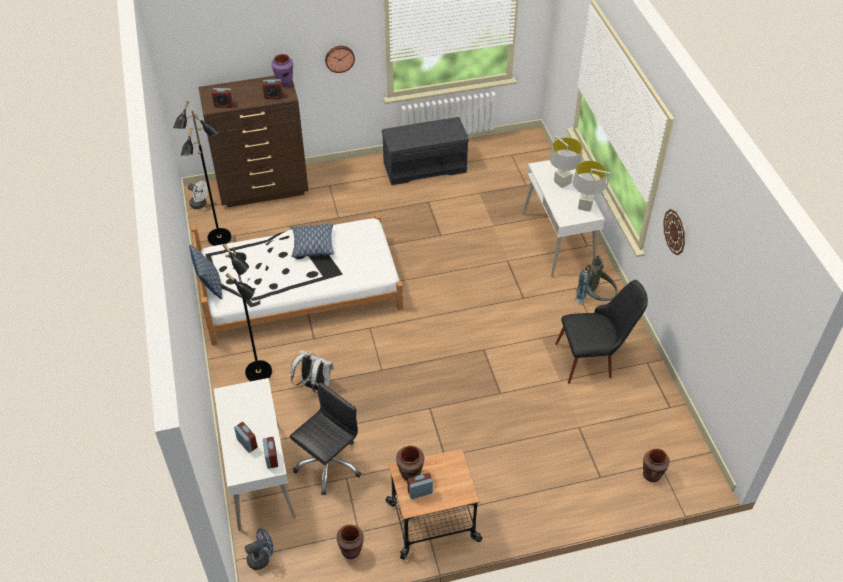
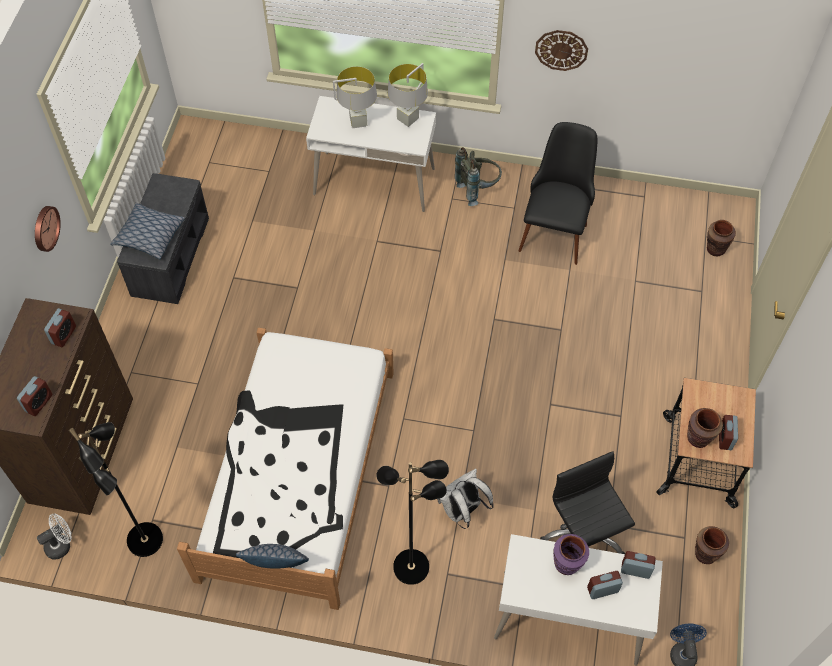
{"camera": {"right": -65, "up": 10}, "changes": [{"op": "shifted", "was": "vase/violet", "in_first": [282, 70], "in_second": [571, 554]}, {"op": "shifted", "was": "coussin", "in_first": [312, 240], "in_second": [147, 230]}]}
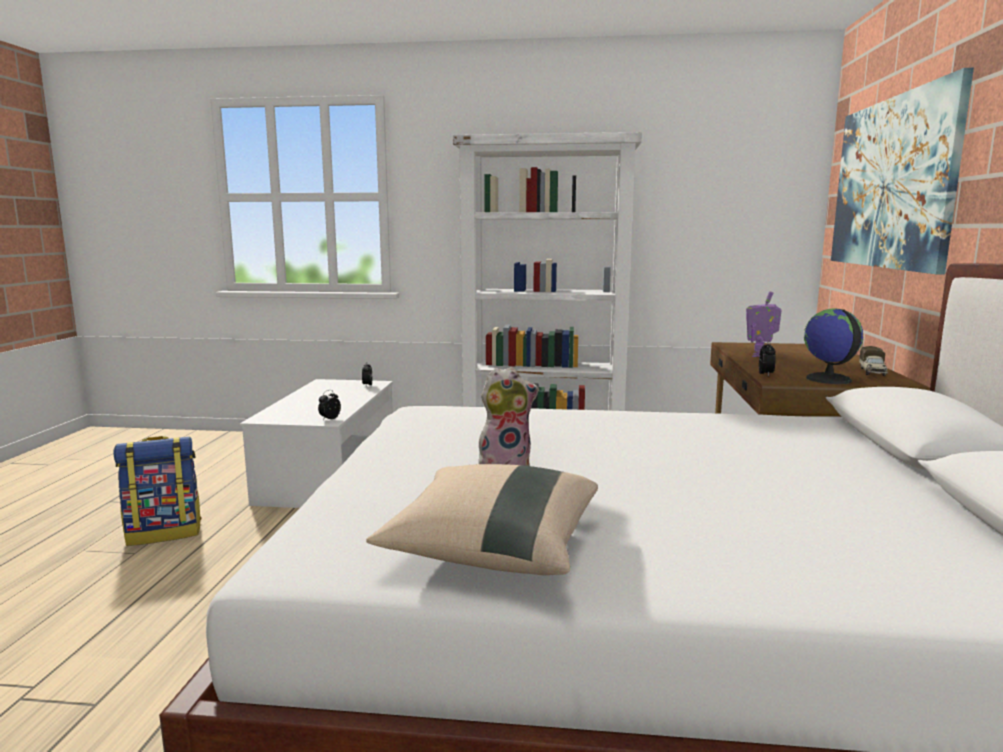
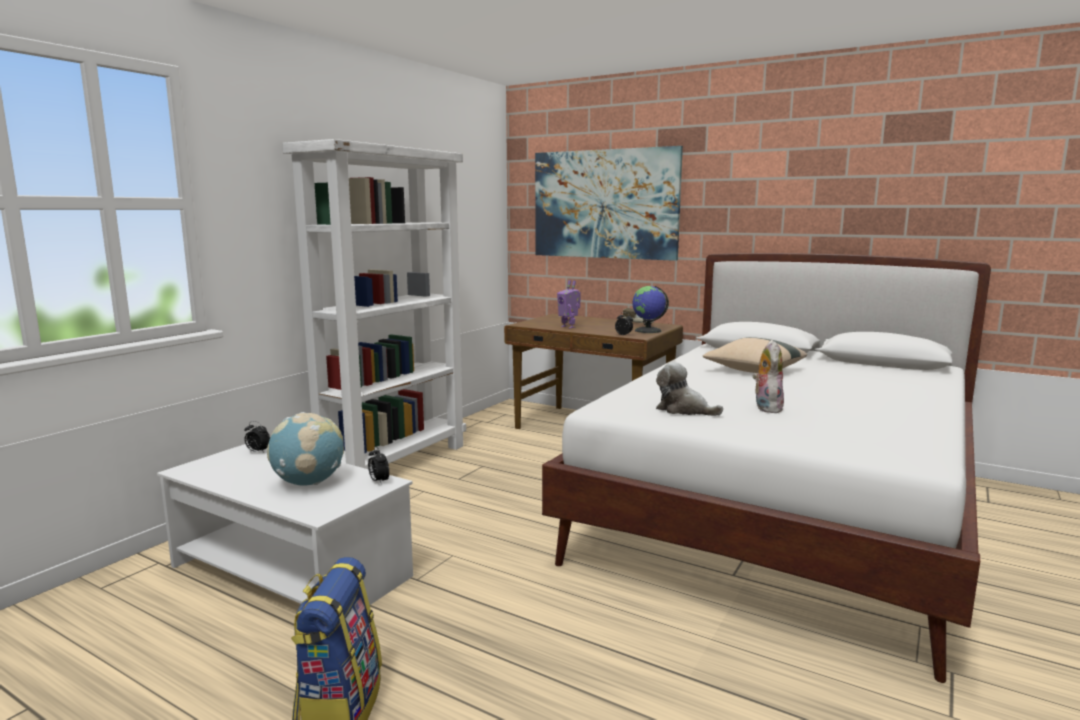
{"camera": {"right": -65, "up": 0}, "changes": [{"op": "new", "now": "globe", "in_second": [305, 449]}, {"op": "new", "now": "peluche", "in_second": [689, 389]}, {"op": "shifted", "was": "coussin/beige", "in_first": [482, 519], "in_second": [755, 355]}]}
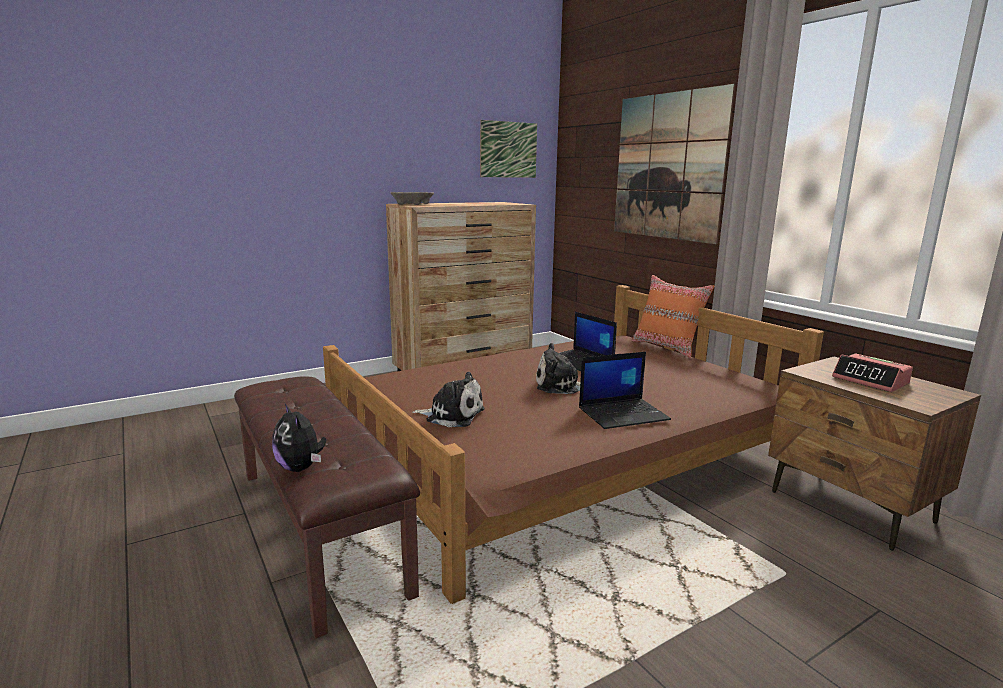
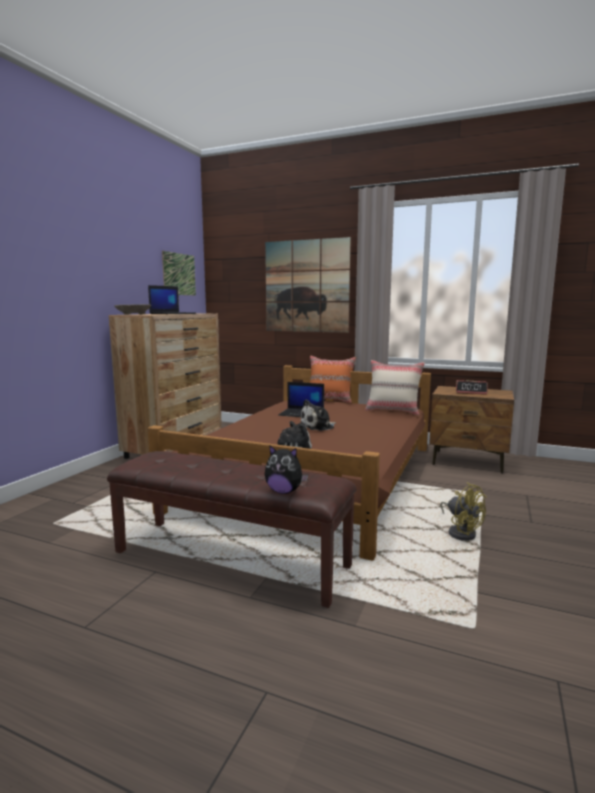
{"camera": {"right": -35, "up": -5}, "changes": [{"op": "new", "now": "coussin/beige", "in_second": [395, 387]}, {"op": "new", "now": "ventilateur/jaune", "in_second": [463, 511]}, {"op": "shifted", "was": "ordinateur portable", "in_first": [625, 390], "in_second": [172, 299]}]}
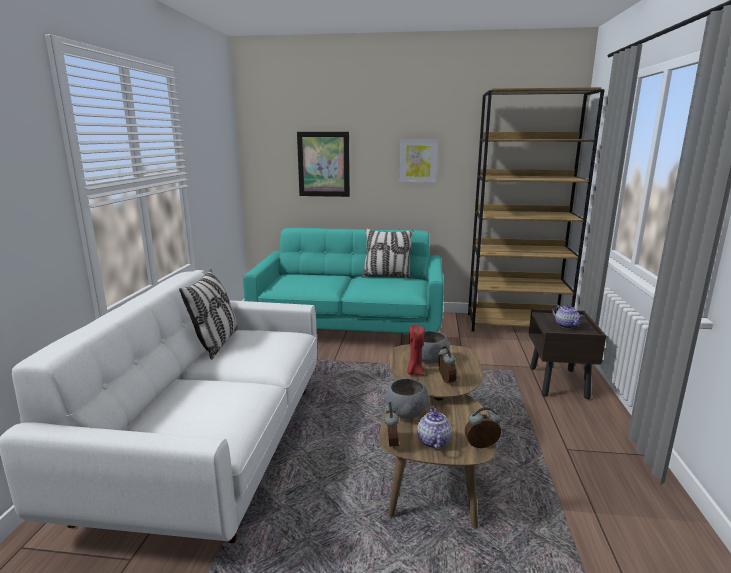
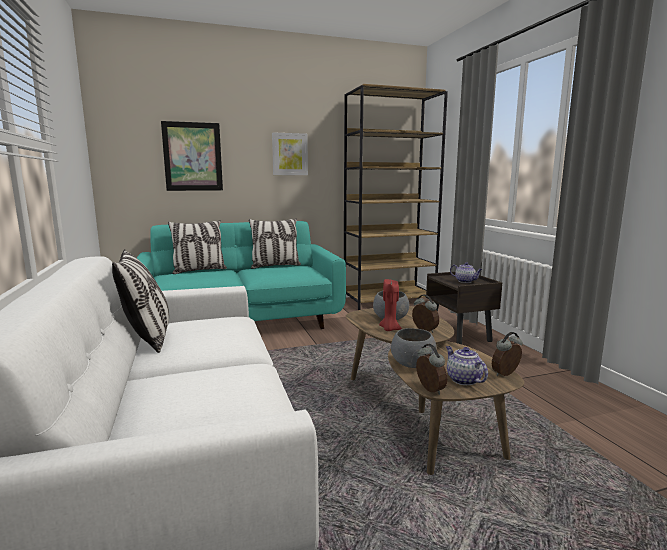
{"camera": {"right": -25, "up": -5}, "changes": [{"op": "new", "now": "coussin", "in_second": [197, 247]}]}
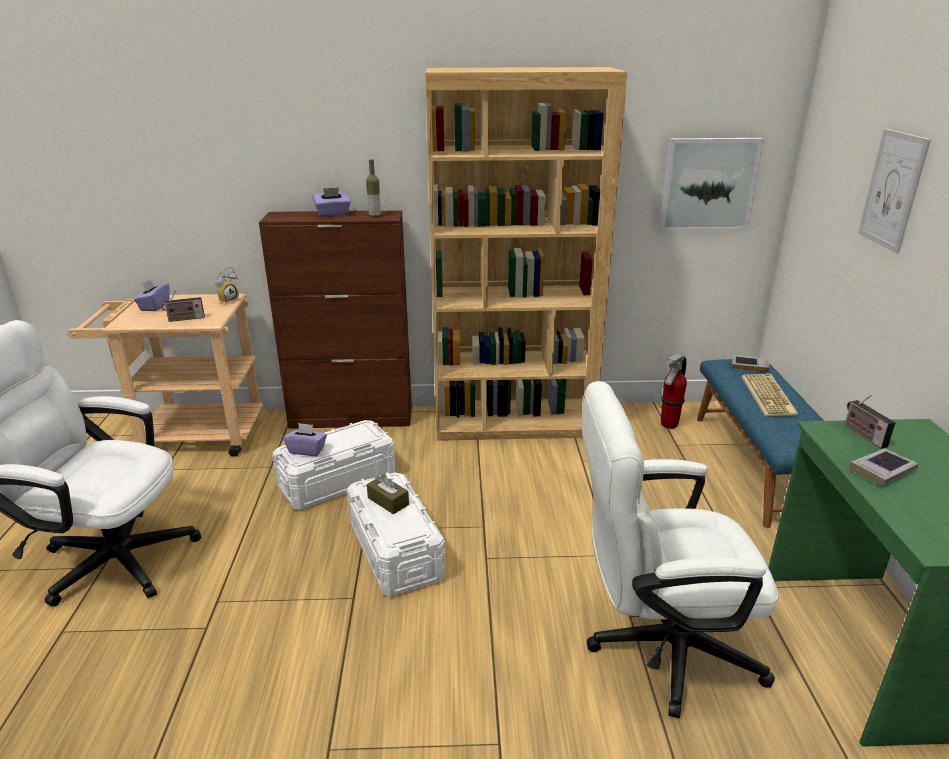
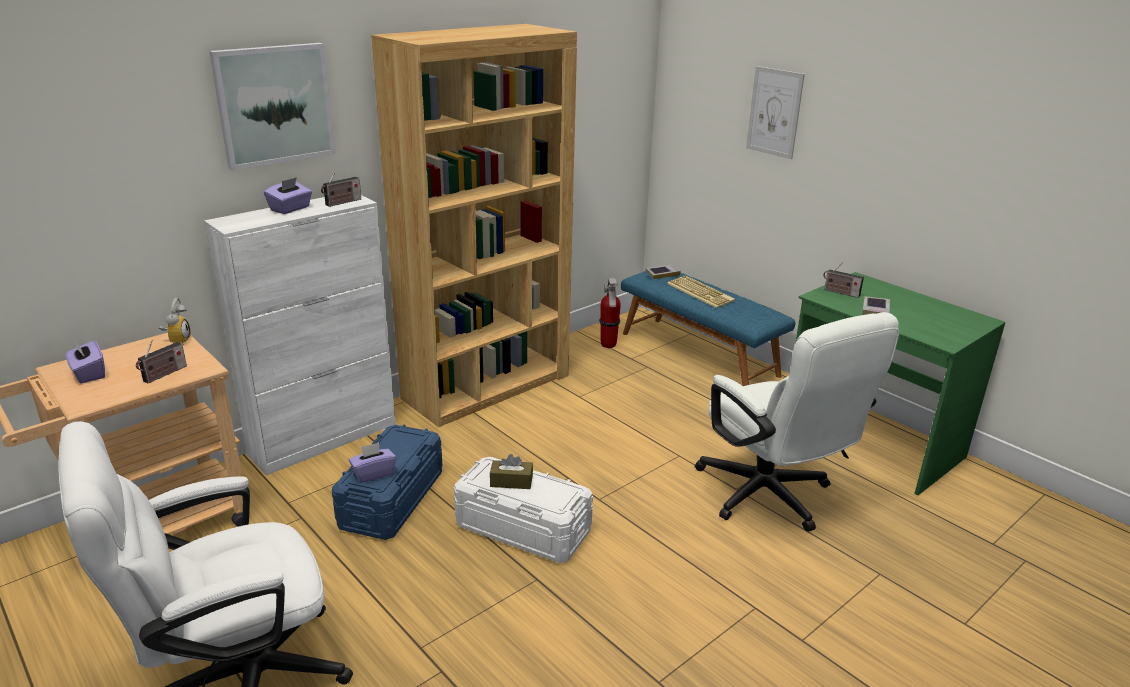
{"camera": {"right": -40, "up": 0}, "changes": [{"op": "shifted", "was": "tableau", "in_first": [711, 185], "in_second": [272, 107]}, {"op": "swapped", "was": "bouteille", "now": "radio", "in_first": [373, 189], "in_second": [341, 188]}, {"op": "repainted", "was": "meuble de rangement/marron", "now": "meuble de rangement/blanc", "in_first": [335, 319], "in_second": [300, 335]}, {"op": "repainted", "was": "boîte de rangement/blanc", "now": "boîte de rangement/bleu", "in_first": [333, 465], "in_second": [387, 482]}, {"op": "rotated", "was": "chaise de bureau/blanc", "in_first": [680, 549], "in_second": [797, 421], "clockwise": -75}]}
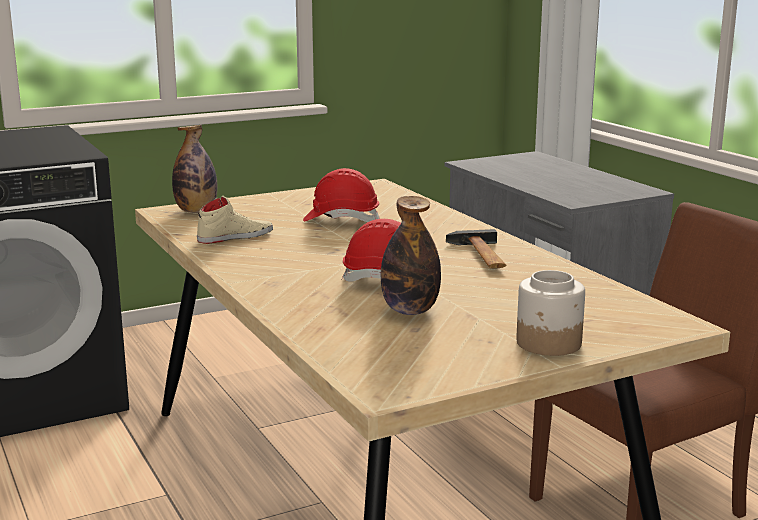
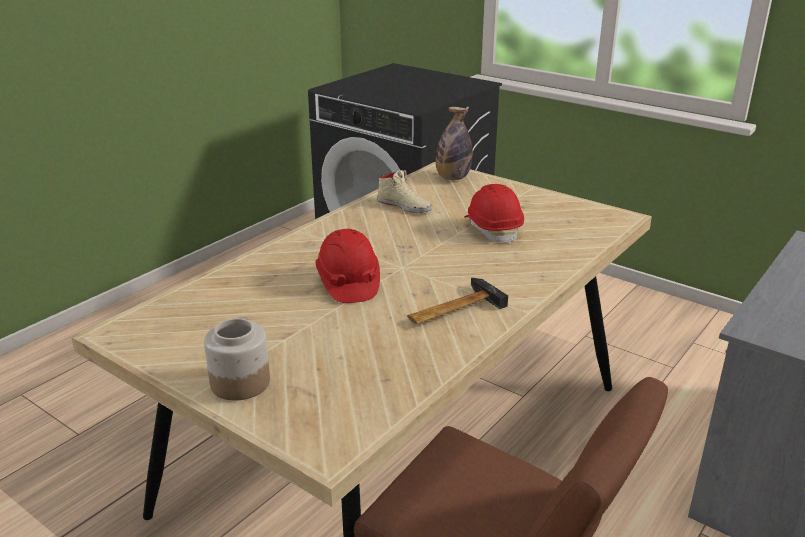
{"camera": {"right": 65, "up": 10}, "changes": [{"op": "gone", "was": "bouteille", "in_first": [411, 255]}]}
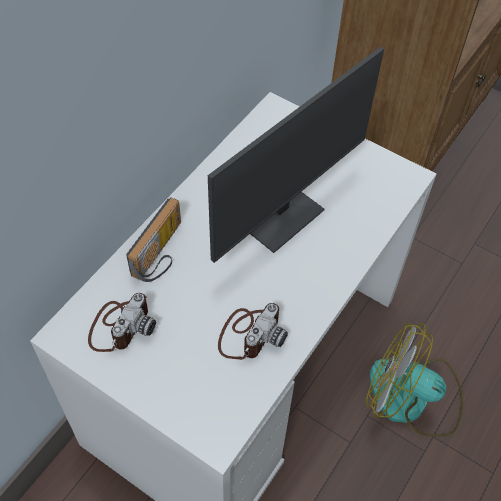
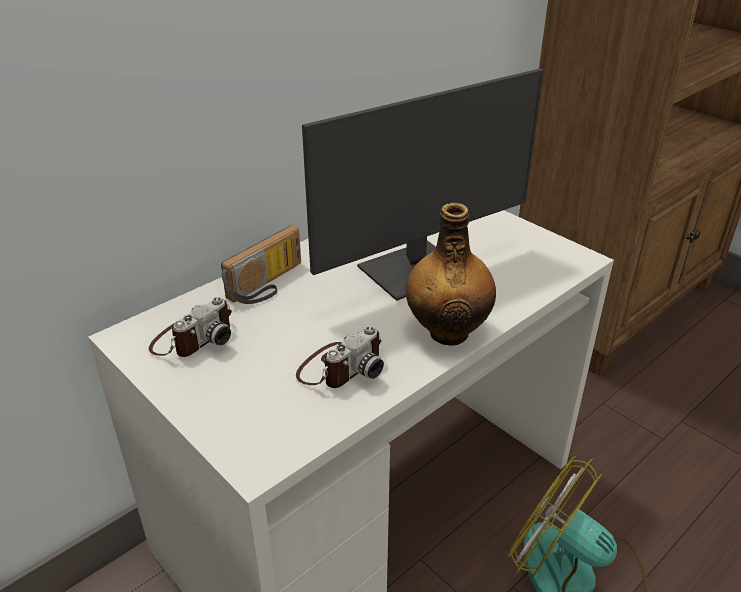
{"camera": {"right": 15, "up": -20}, "changes": [{"op": "new", "now": "bouteille", "in_second": [451, 274]}]}
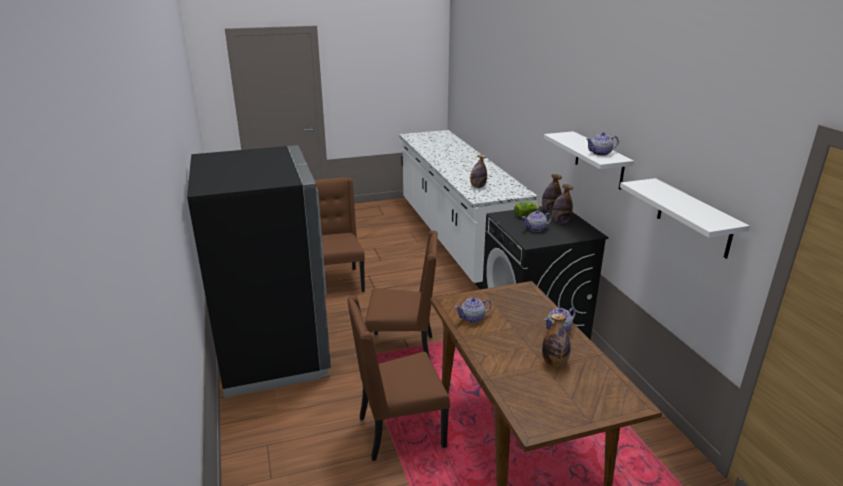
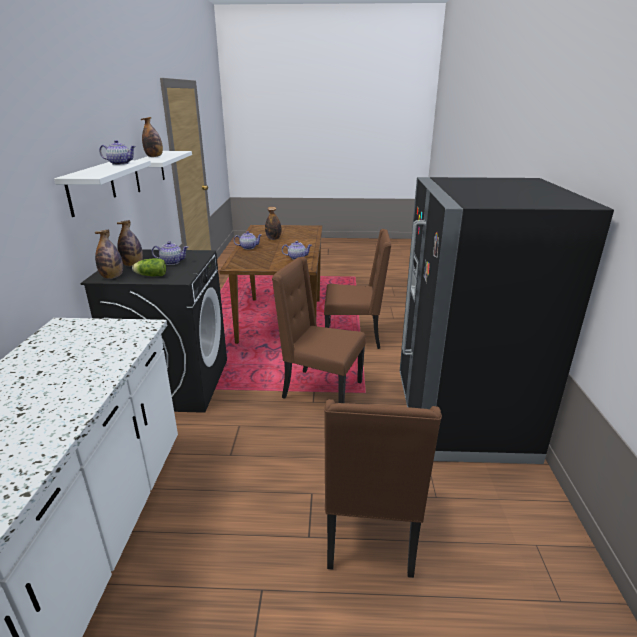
{"camera": {"right": -160, "up": 0}, "changes": [{"op": "shifted", "was": "bouteille", "in_first": [478, 171], "in_second": [152, 137]}]}
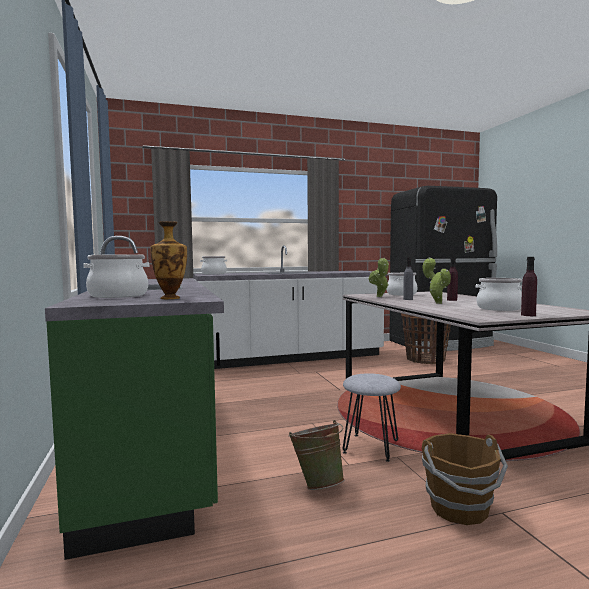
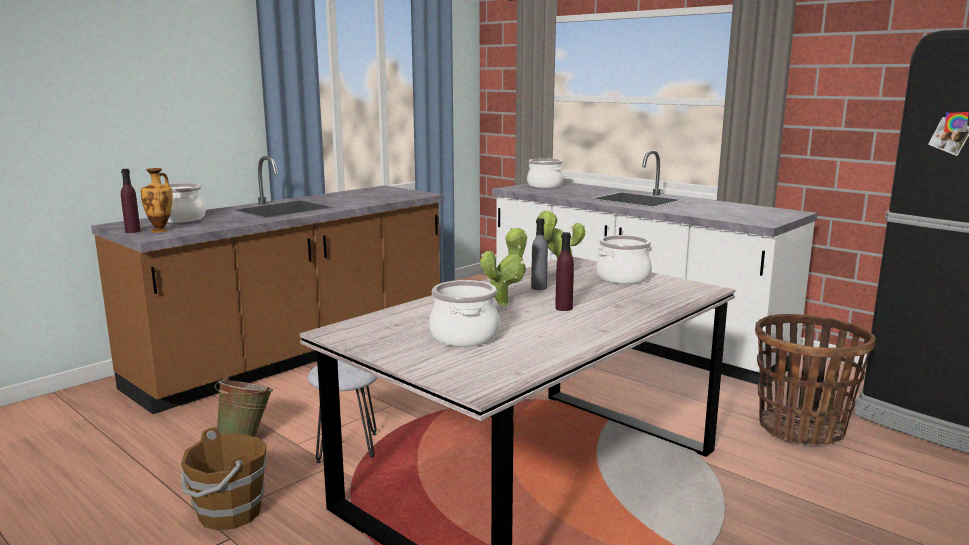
{"camera": {"right": 60, "up": 10}, "changes": [{"op": "shifted", "was": "bouteille/violet", "in_first": [529, 286], "in_second": [131, 201]}, {"op": "repainted", "was": "comptoir de cuisine/vert", "now": "comptoir de cuisine/marron", "in_first": [134, 398], "in_second": [267, 285]}]}
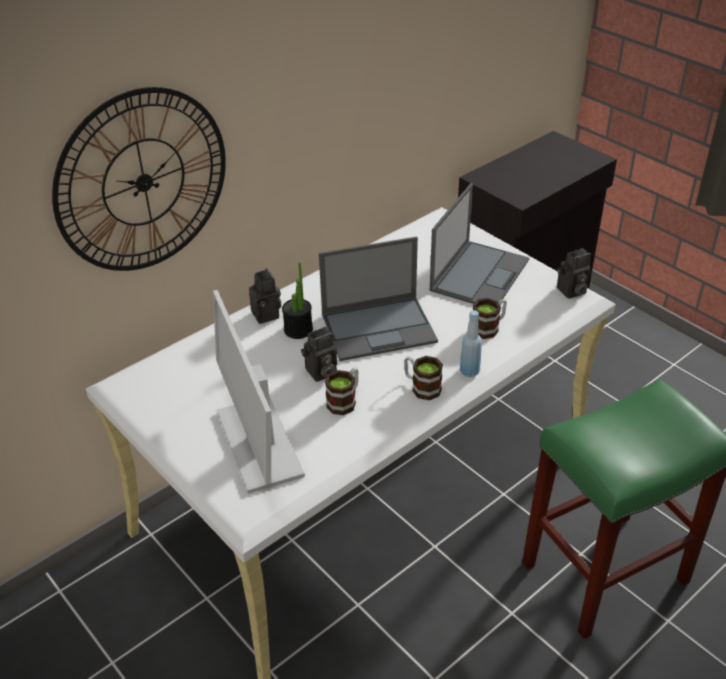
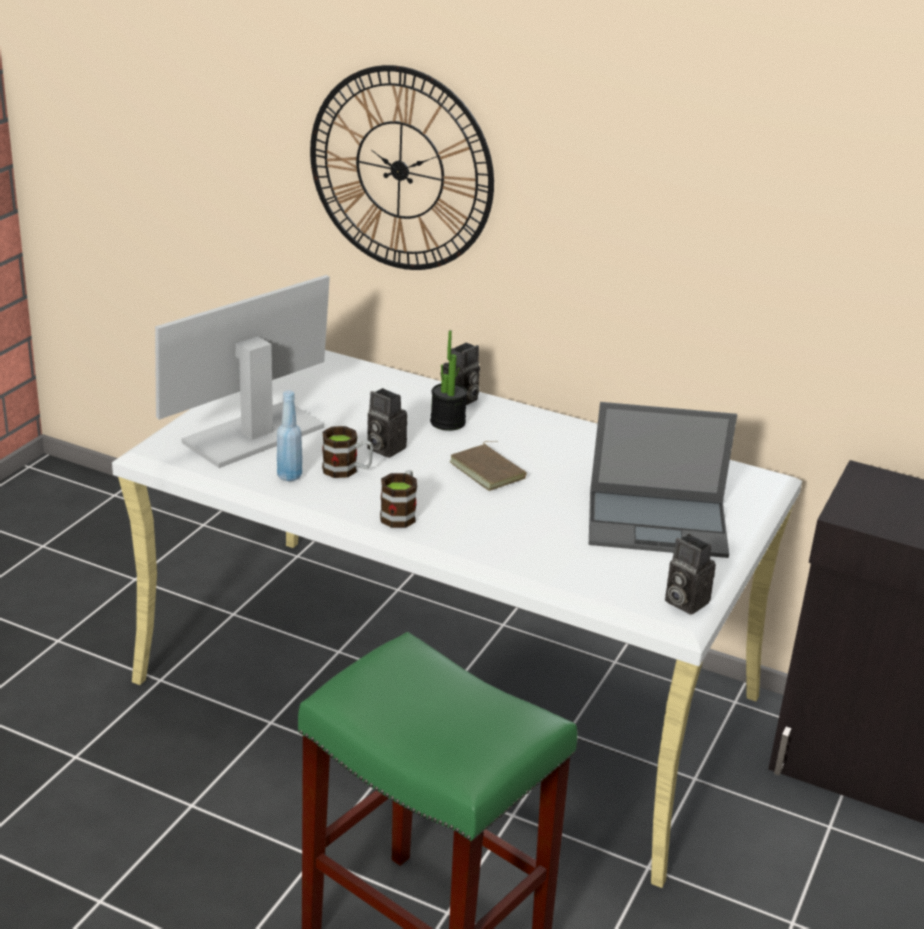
{"camera": {"right": 65, "up": -10}, "changes": [{"op": "gone", "was": "mug", "in_first": [490, 318]}, {"op": "shifted", "was": "bouteille/bleu", "in_first": [471, 343], "in_second": [289, 435]}, {"op": "swapped", "was": "ordinateur portable", "now": "livre/marron", "in_first": [378, 299], "in_second": [488, 466]}]}
